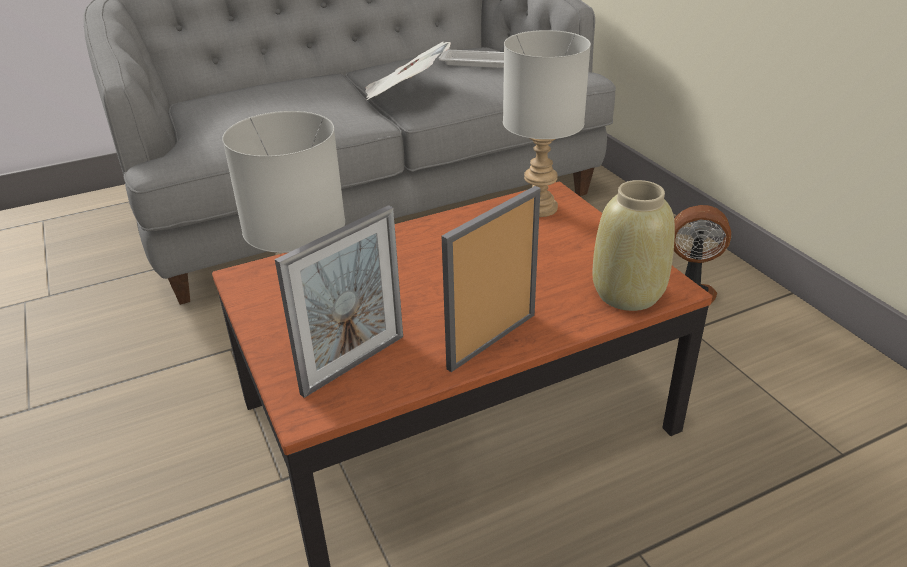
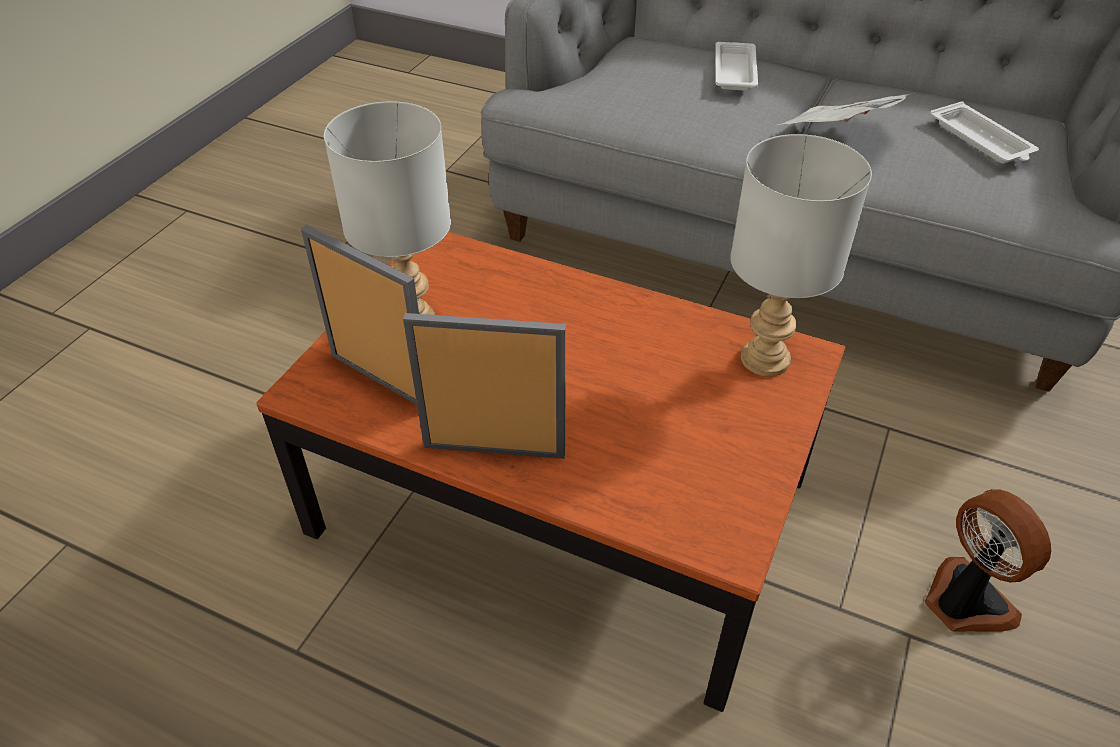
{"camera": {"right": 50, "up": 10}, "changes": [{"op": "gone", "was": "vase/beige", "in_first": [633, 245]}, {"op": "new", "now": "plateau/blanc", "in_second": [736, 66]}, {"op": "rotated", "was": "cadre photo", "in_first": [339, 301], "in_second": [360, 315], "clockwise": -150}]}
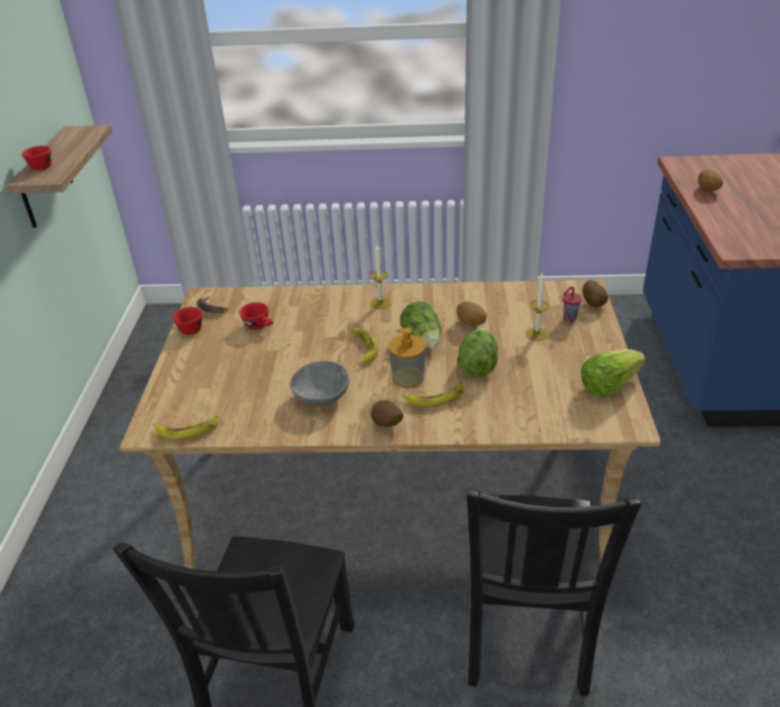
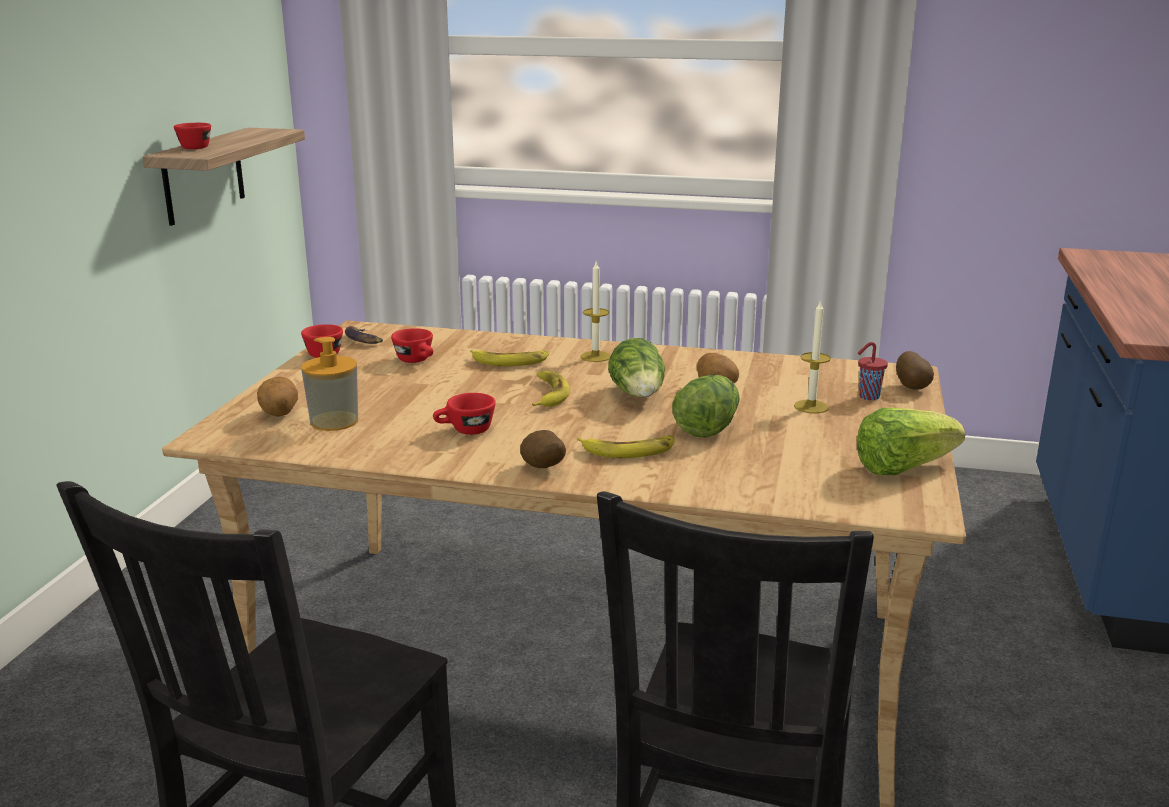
{"camera": {"right": 10, "up": -15}, "changes": [{"op": "shifted", "was": "banane", "in_first": [186, 427], "in_second": [509, 358]}, {"op": "shifted", "was": "distributeur de savon", "in_first": [407, 357], "in_second": [329, 384]}, {"op": "shifted", "was": "pomme de terre", "in_first": [710, 180], "in_second": [277, 396]}, {"op": "swapped", "was": "bol/gris", "now": "tasse/rouge", "in_first": [319, 383], "in_second": [464, 414]}]}
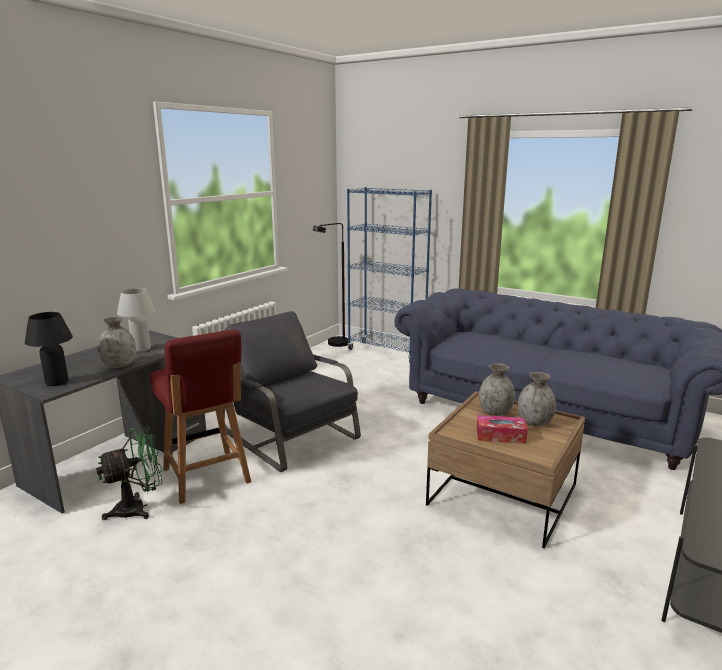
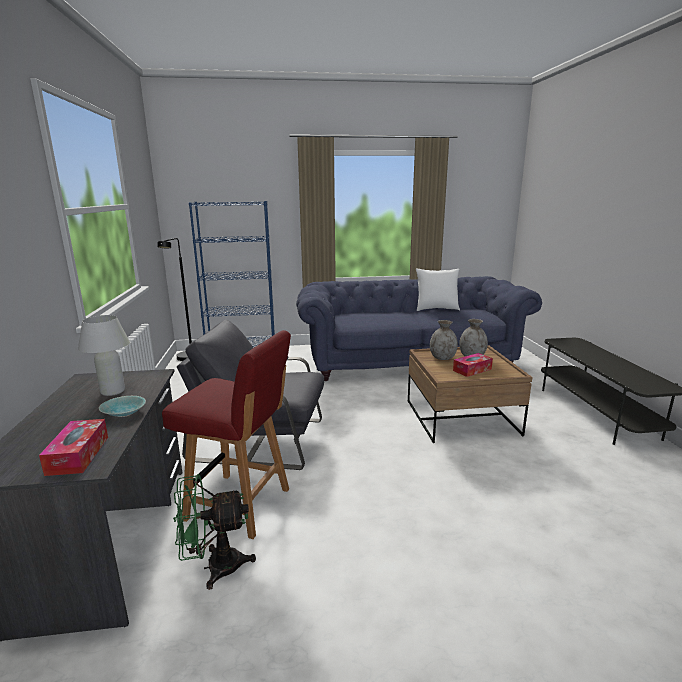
{"camera": {"right": -40, "up": 0}, "changes": [{"op": "new", "now": "coussin/blanc", "in_second": [438, 290]}, {"op": "swapped", "was": "lampe de table/noir", "now": "boîte à mouchoirs", "in_first": [49, 349], "in_second": [73, 447]}, {"op": "swapped", "was": "vase/gris", "now": "bol/turquoise", "in_first": [117, 342], "in_second": [122, 406]}, {"op": "rotated", "was": "ventilateur/vert", "in_first": [129, 472], "in_second": [214, 532], "clockwise": -120}]}
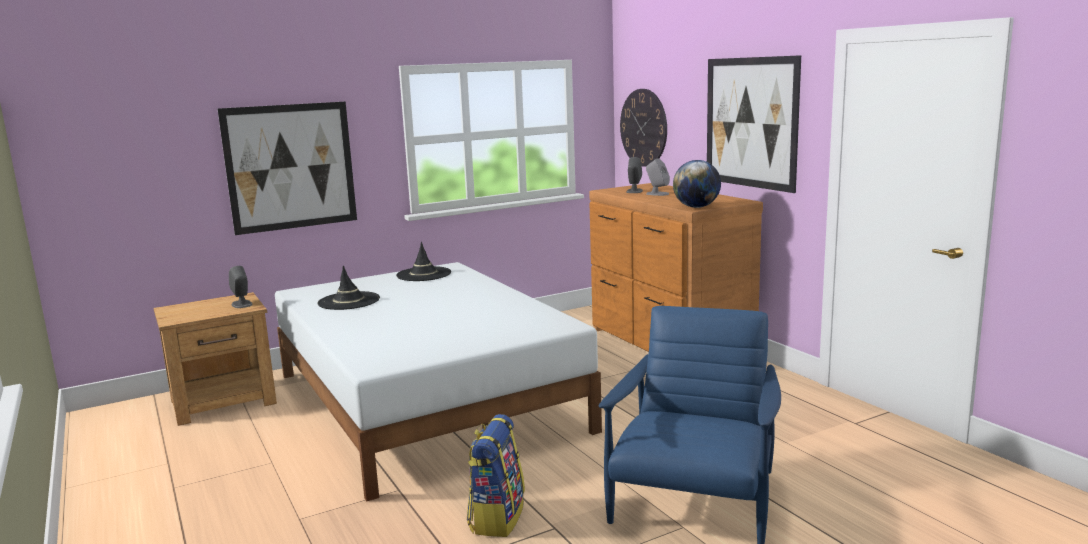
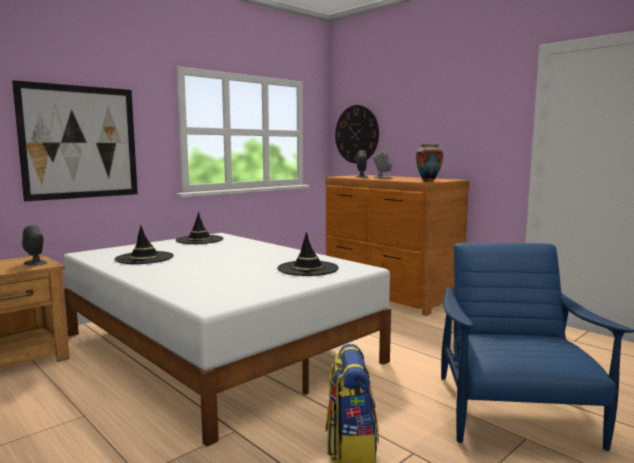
{"camera": {"right": -15, "up": -5}, "changes": [{"op": "gone", "was": "tableau", "in_first": [754, 124]}, {"op": "new", "now": "chapeau/noir", "in_second": [308, 254]}, {"op": "swapped", "was": "globe", "now": "vase", "in_first": [697, 184], "in_second": [429, 163]}]}
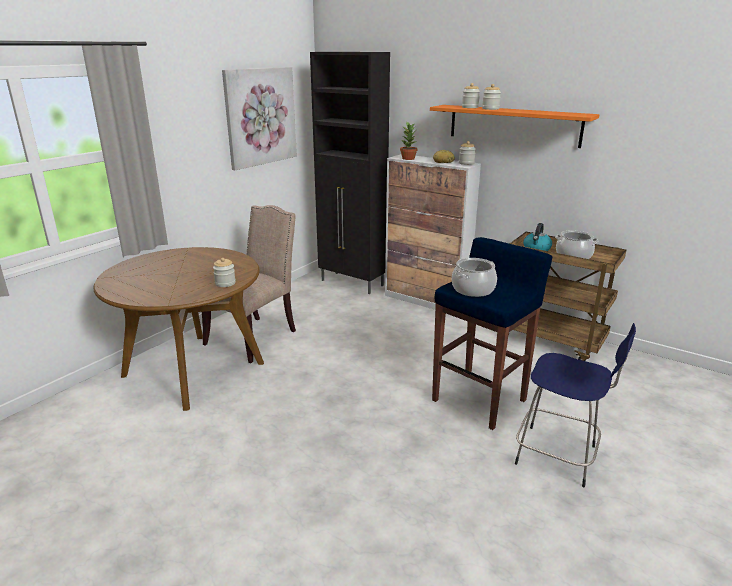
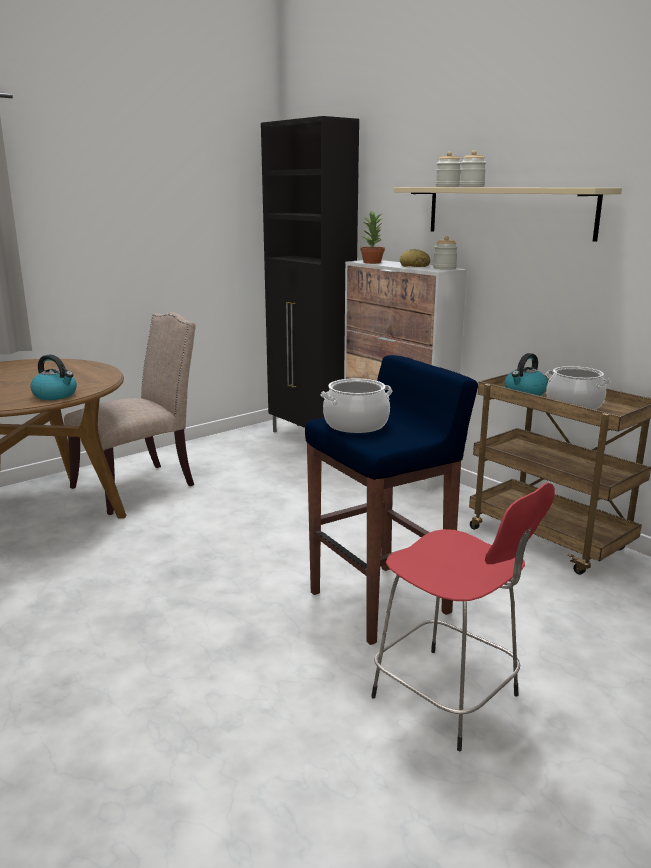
{"camera": {"right": 15, "up": -5}, "changes": [{"op": "gone", "was": "tableau", "in_first": [259, 118]}, {"op": "swapped", "was": "bocal", "now": "bouilloire", "in_first": [224, 272], "in_second": [53, 377]}, {"op": "repainted", "was": "étagère/orange", "now": "étagère/beige", "in_first": [515, 126], "in_second": [508, 214]}, {"op": "repainted", "was": "tabouret/bleu", "now": "tabouret/rouge", "in_first": [575, 405], "in_second": [463, 617]}]}
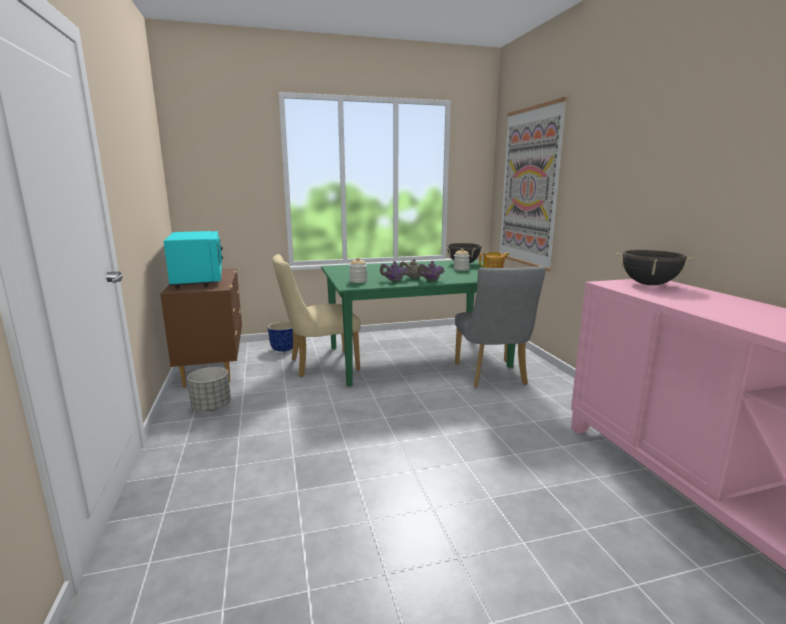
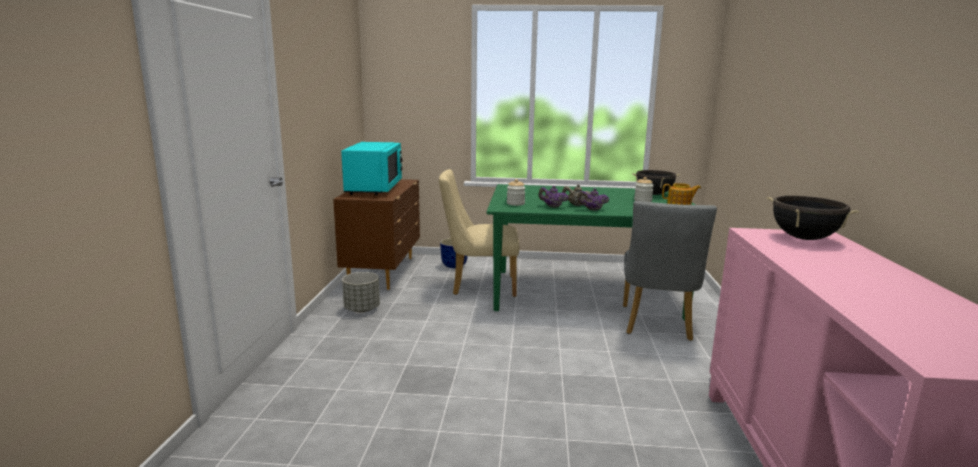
{"camera": {"right": 20, "up": 0}, "changes": [{"op": "gone", "was": "tableau", "in_first": [533, 184]}]}
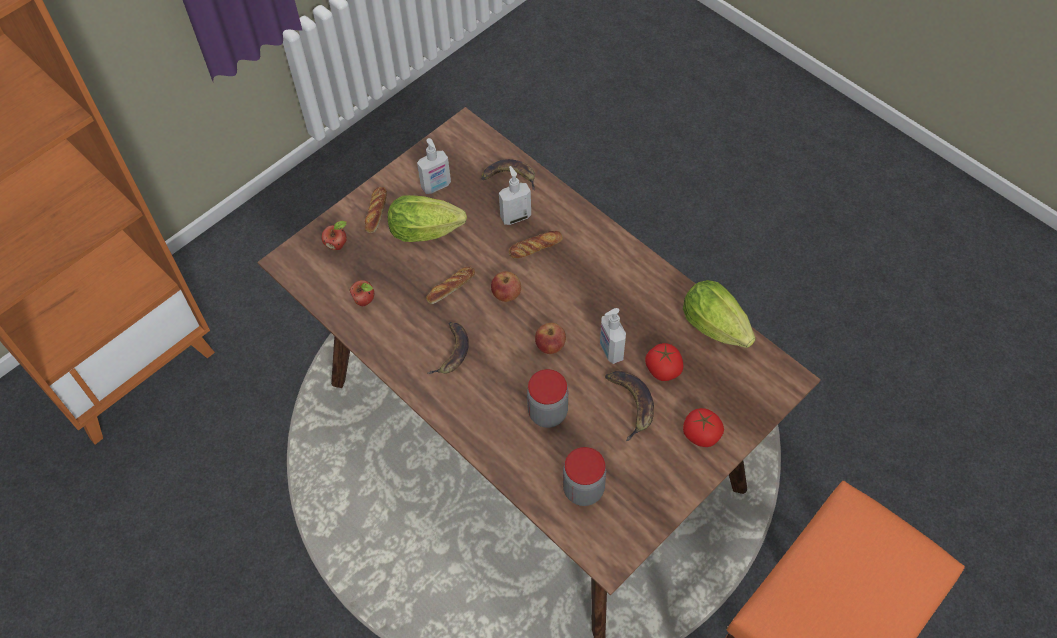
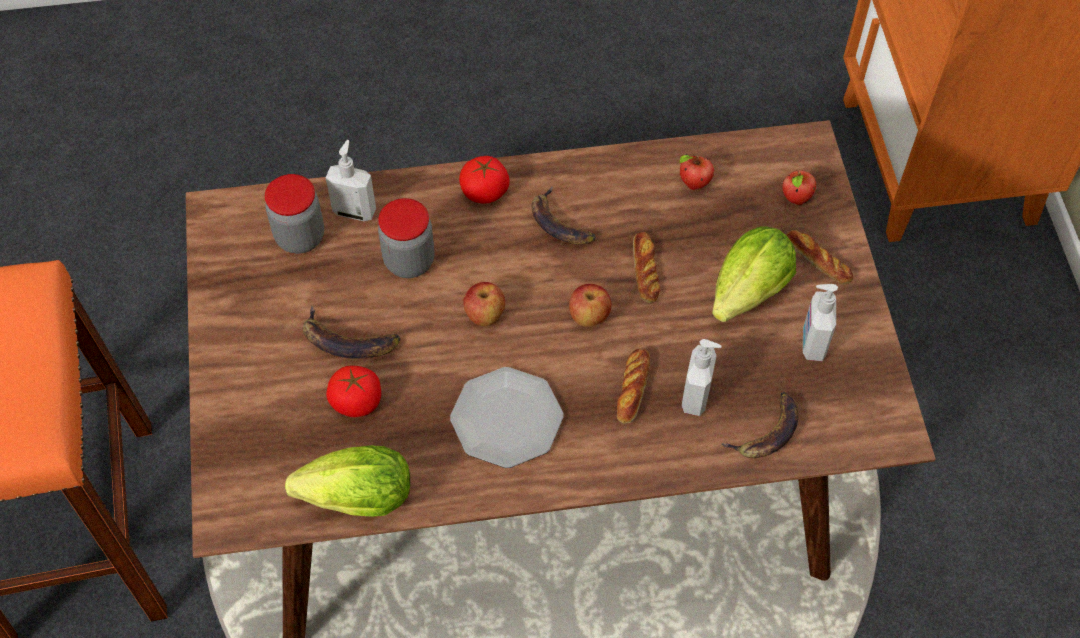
{"camera": {"right": 125, "up": 0}, "changes": [{"op": "new", "now": "assiette", "in_second": [507, 417]}, {"op": "shifted", "was": "distributeur de savon", "in_first": [613, 336], "in_second": [351, 180]}, {"op": "shifted", "was": "tomate", "in_first": [703, 427], "in_second": [484, 180]}]}
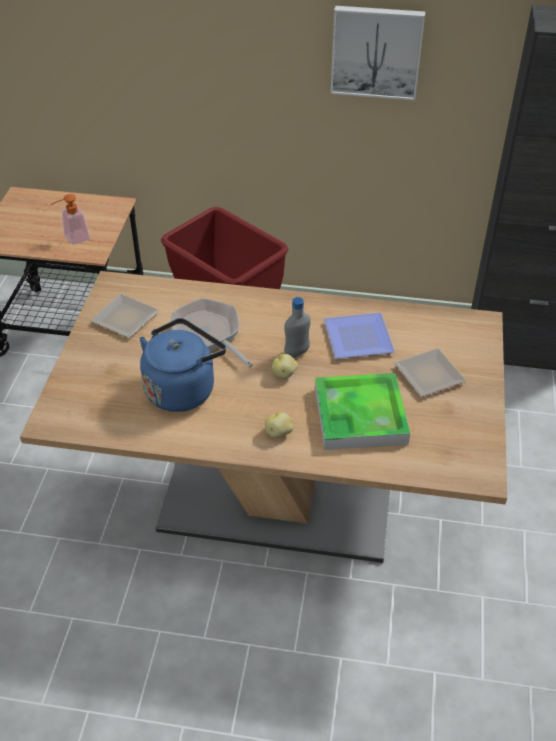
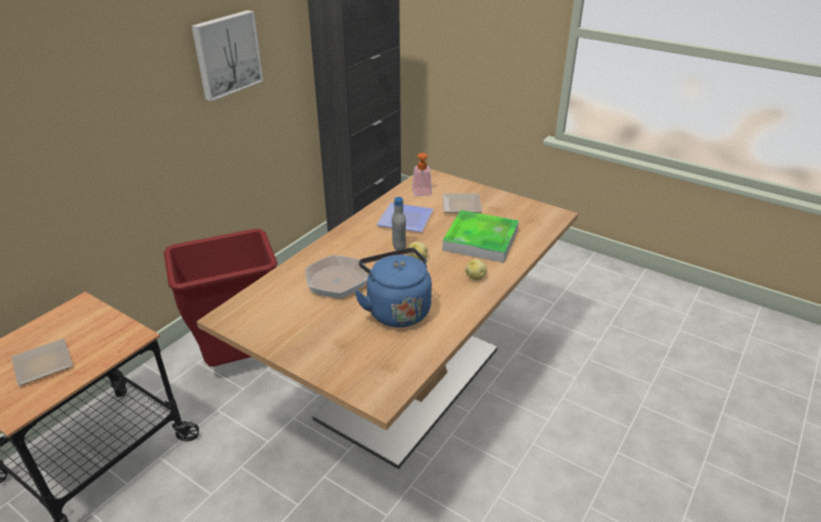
{"camera": {"right": -65, "up": -10}, "changes": [{"op": "shifted", "was": "distributeur de savon", "in_first": [70, 219], "in_second": [422, 174]}, {"op": "shifted", "was": "assiette", "in_first": [124, 316], "in_second": [42, 362]}]}
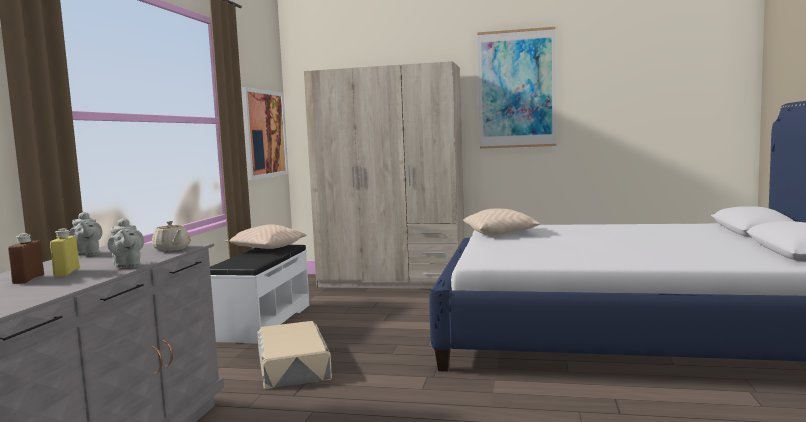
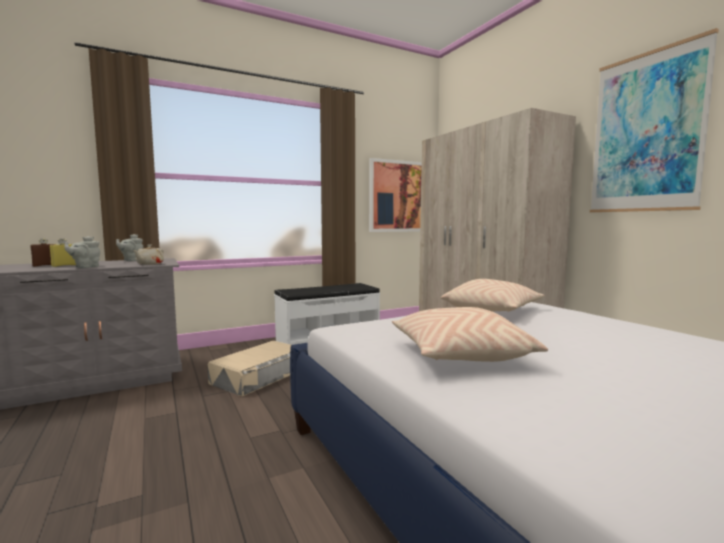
{"camera": {"right": 50, "up": 0}, "changes": [{"op": "shifted", "was": "coussin/beige", "in_first": [266, 236], "in_second": [470, 334]}]}
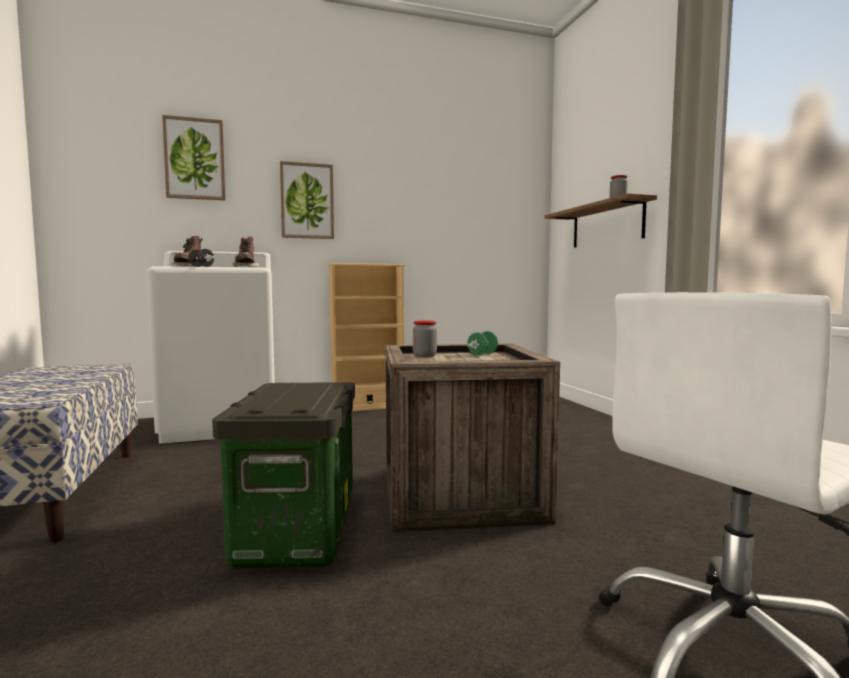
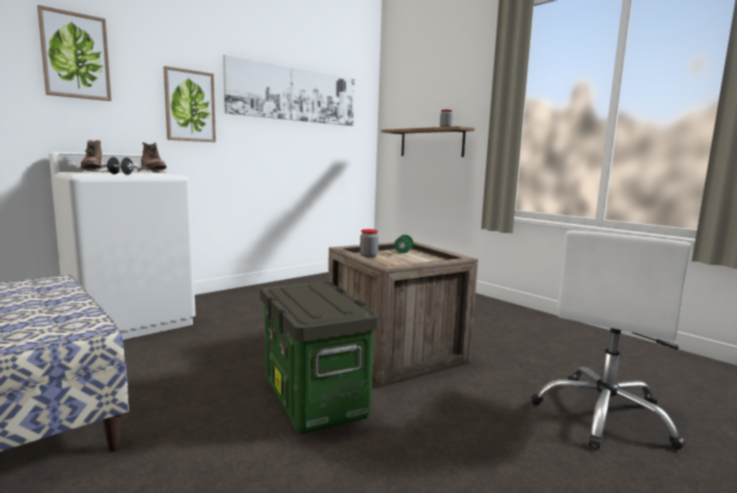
{"camera": {"right": -25, "up": 5}, "changes": [{"op": "gone", "was": "bibliothèque/beige", "in_first": [366, 337]}, {"op": "new", "now": "tableau", "in_second": [288, 90]}]}
